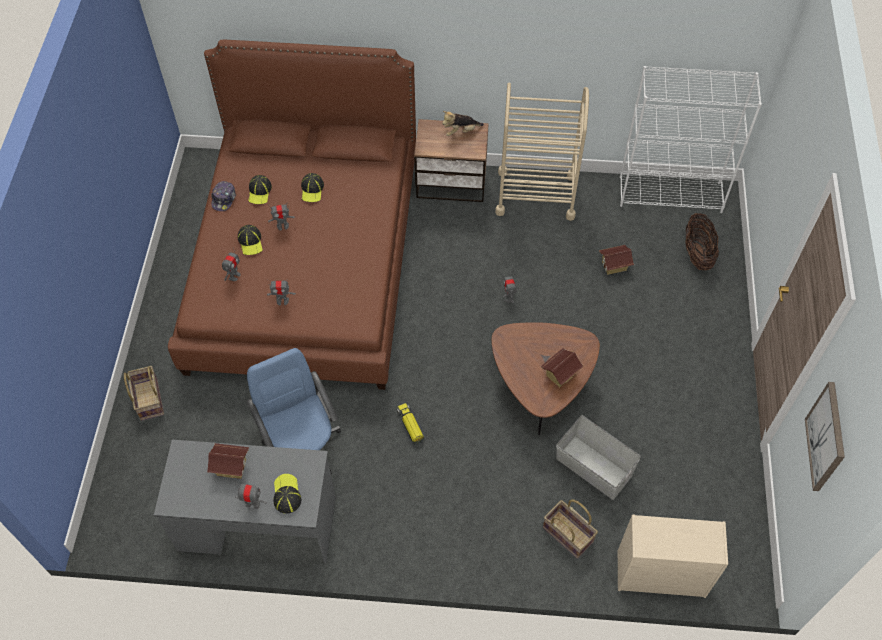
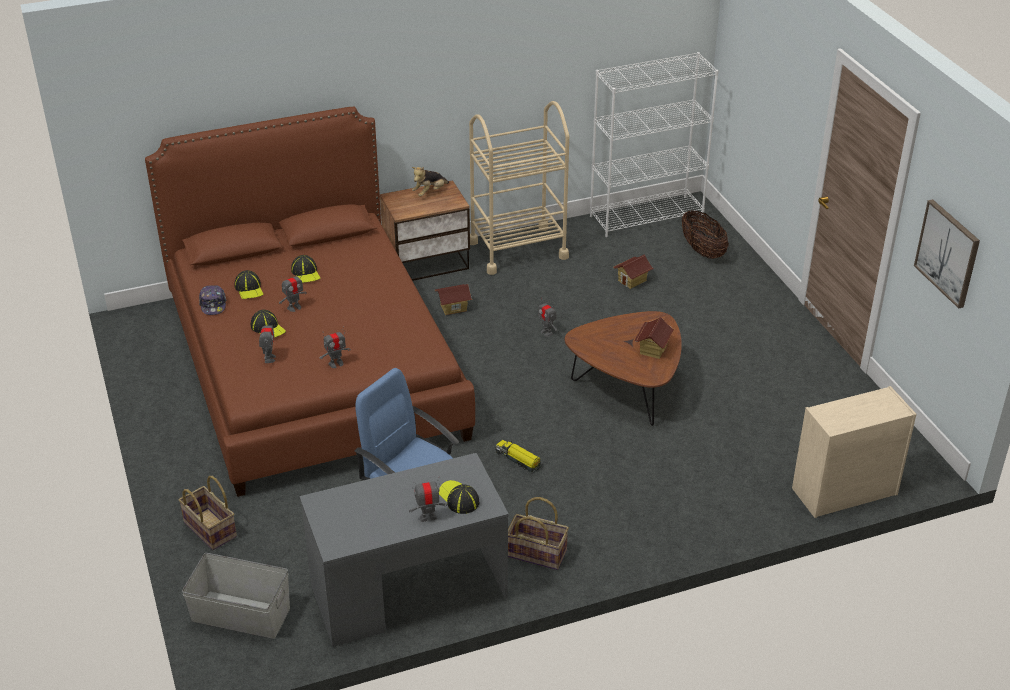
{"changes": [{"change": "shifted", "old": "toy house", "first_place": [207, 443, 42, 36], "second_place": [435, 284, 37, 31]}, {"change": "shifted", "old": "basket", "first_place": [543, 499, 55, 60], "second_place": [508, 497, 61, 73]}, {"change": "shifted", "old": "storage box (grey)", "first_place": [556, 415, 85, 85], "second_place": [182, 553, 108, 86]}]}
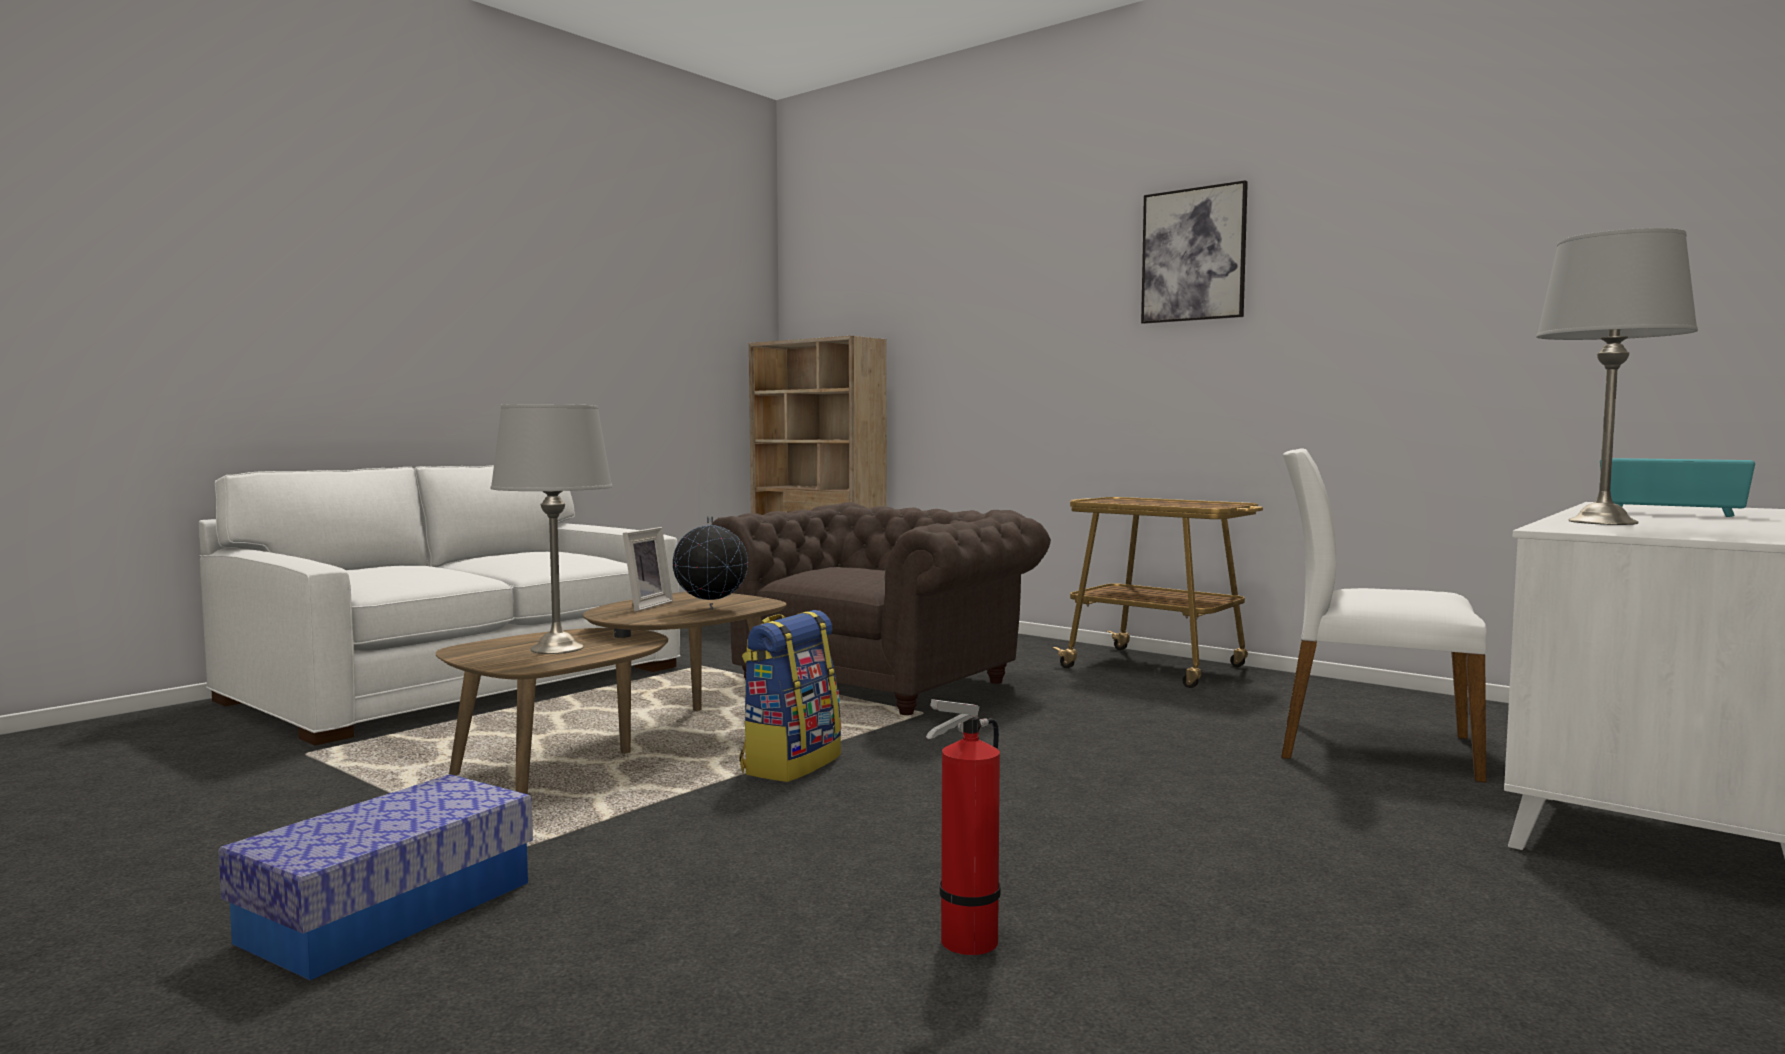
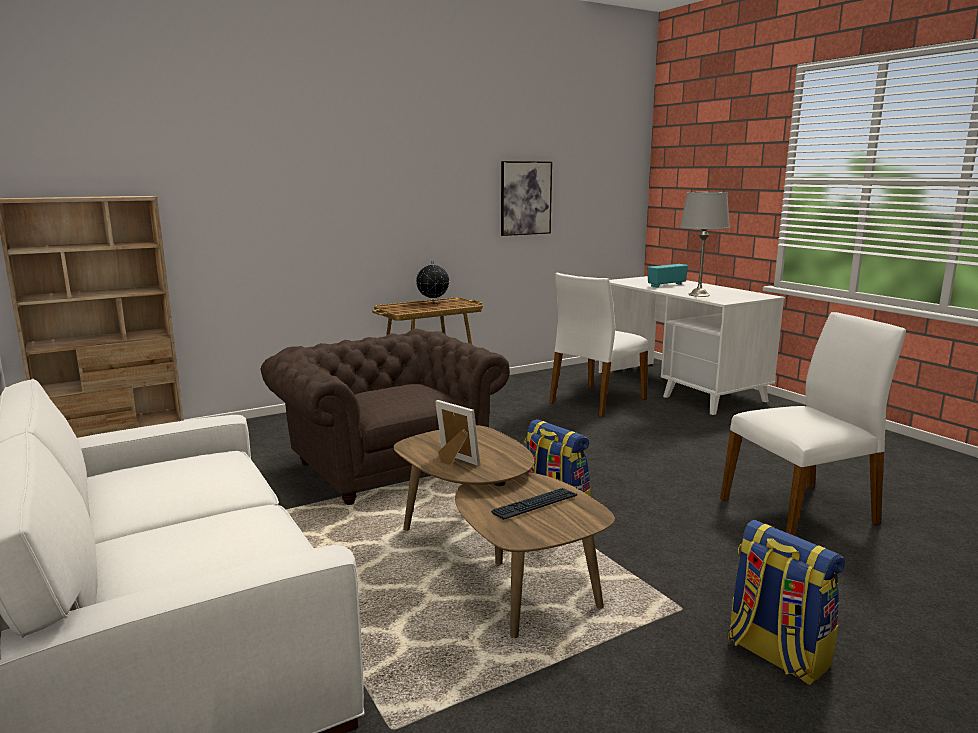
{"changes": [{"change": "shifted", "old": "globe", "first_place": [672, 516, 76, 94], "second_place": [416, 261, 33, 42]}, {"change": "shifted", "old": "picture", "first_place": [1141, 180, 107, 144], "second_place": [501, 161, 51, 75]}, {"change": "swapped", "old": "storage box", "new": "backpack", "first_place": [218, 774, 315, 206], "second_place": [728, 520, 117, 165]}, {"change": "swapped", "old": "table lamp (grey)", "new": "keyboard", "first_place": [490, 404, 122, 250], "second_place": [491, 488, 86, 32]}, {"change": "swapped", "old": "fire extinguisher", "new": "chair (white)", "first_place": [926, 699, 75, 256], "second_place": [720, 312, 186, 224]}]}
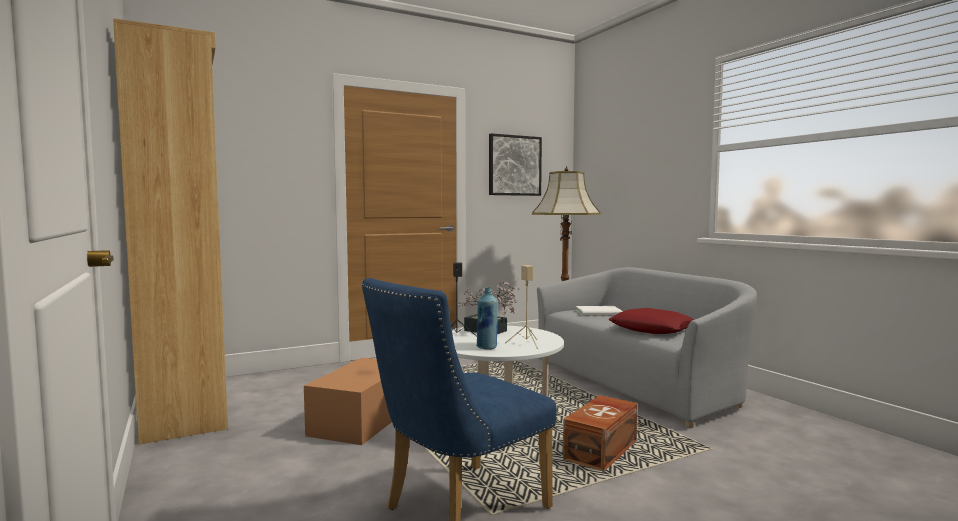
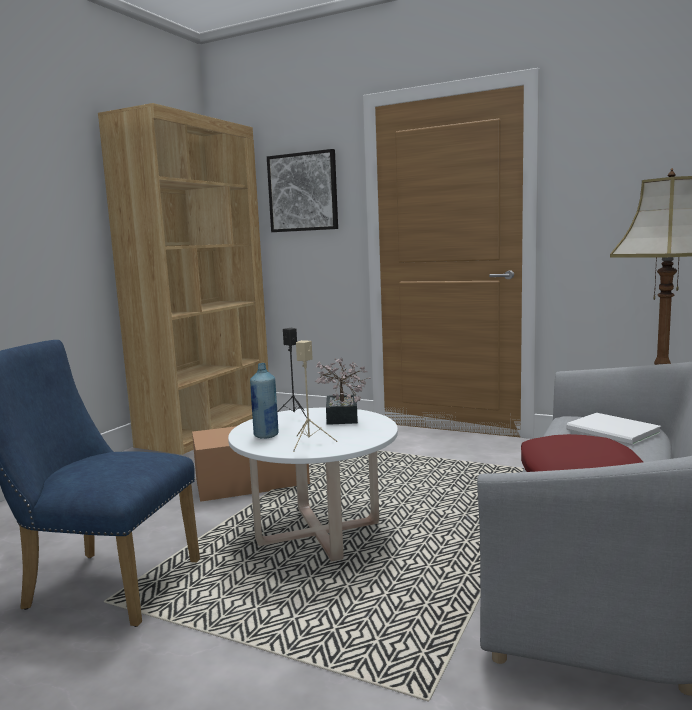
{"changes": [{"change": "gone", "old": "storage box (brown)", "first_place": [563, 395, 75, 77]}, {"change": "shifted", "old": "picture", "first_place": [489, 133, 53, 63], "second_place": [267, 149, 71, 83]}]}
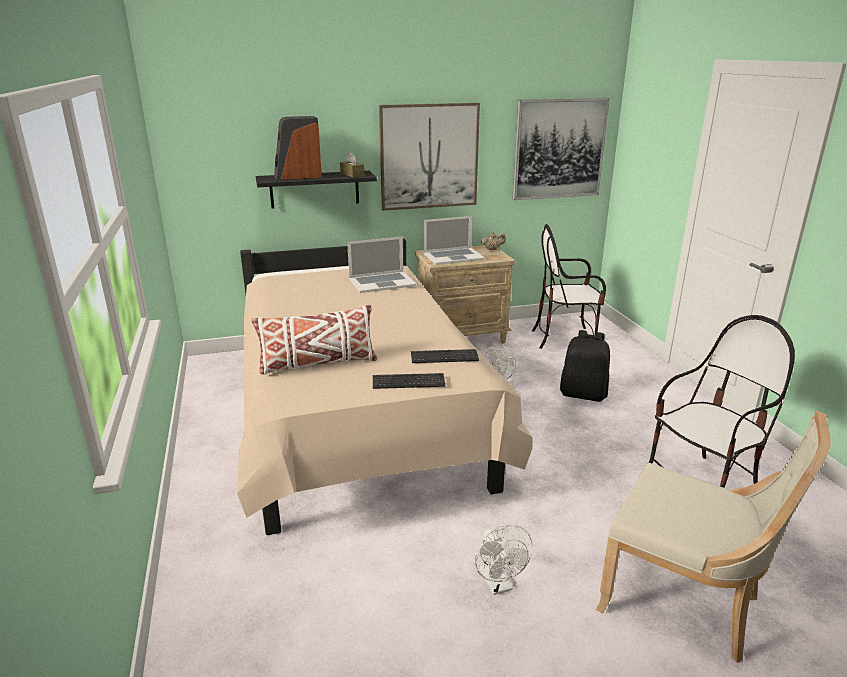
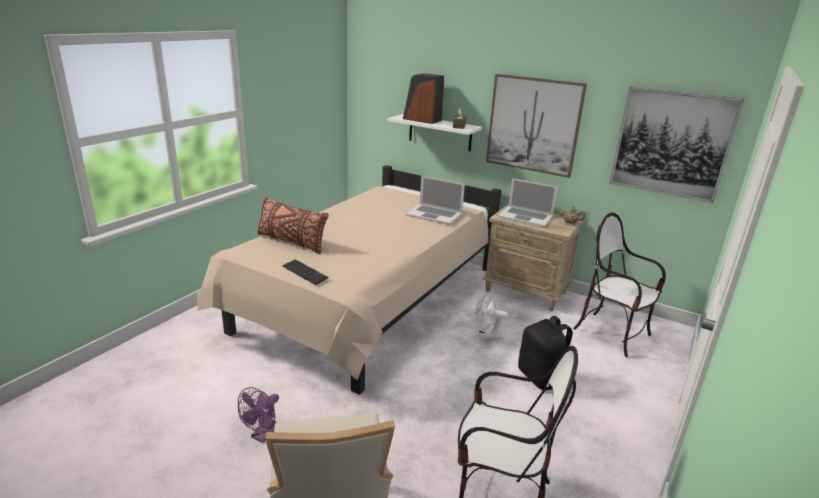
{"changes": [{"change": "gone", "old": "keyboard", "first_place": [411, 349, 68, 14]}, {"change": "repainted", "old": "pillow (white)", "new": "pillow (brown)", "first_place": [251, 305, 126, 70], "second_place": [257, 197, 72, 57]}, {"change": "repainted", "old": "shelf (black)", "new": "shelf (white)", "first_place": [256, 171, 121, 38], "second_place": [387, 114, 95, 37]}, {"change": "repainted", "old": "fan (white)", "new": "fan (purple)", "first_place": [475, 525, 58, 70], "second_place": [238, 387, 41, 56]}]}
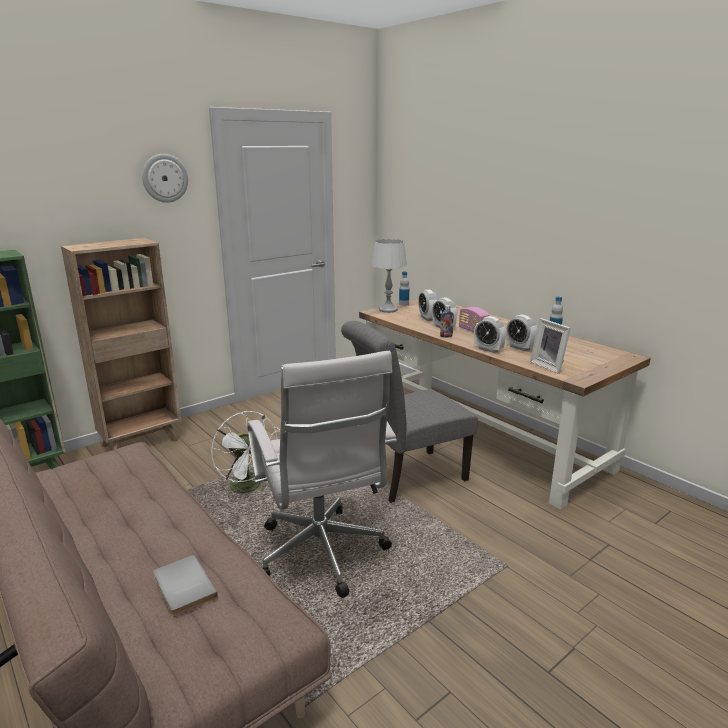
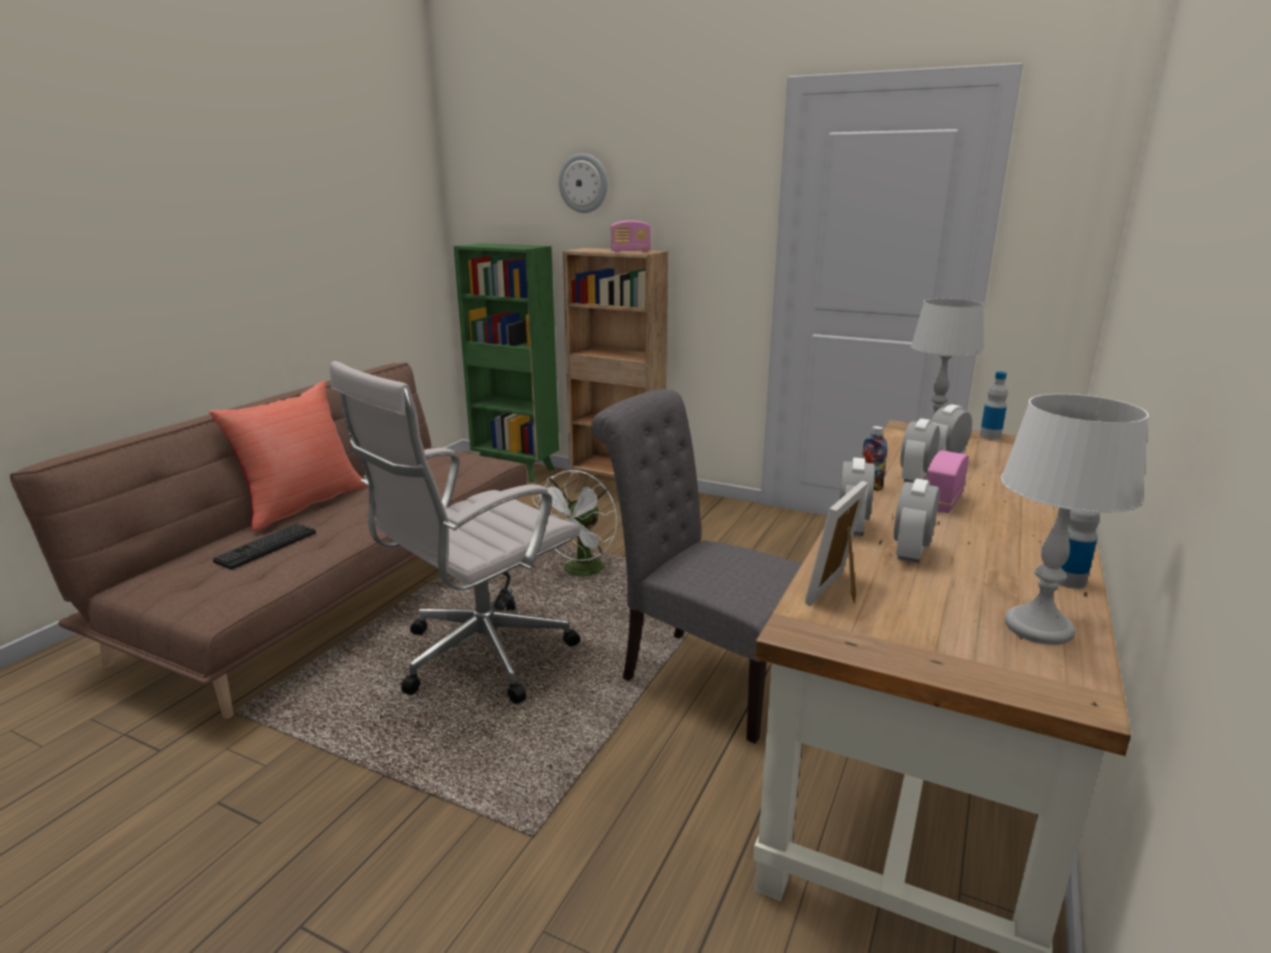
{"changes": [{"change": "new", "new": "pillow (red)", "second_place": [209, 381, 158, 151]}, {"change": "new", "new": "radio", "second_place": [611, 220, 40, 32]}, {"change": "new", "new": "table lamp (white)", "second_place": [1001, 394, 148, 251]}, {"change": "shifted", "old": "wall clock", "first_place": [142, 154, 46, 49], "second_place": [559, 153, 49, 60]}, {"change": "swapped", "old": "book (grey)", "new": "keyboard", "first_place": [153, 554, 65, 63], "second_place": [213, 523, 103, 47]}]}
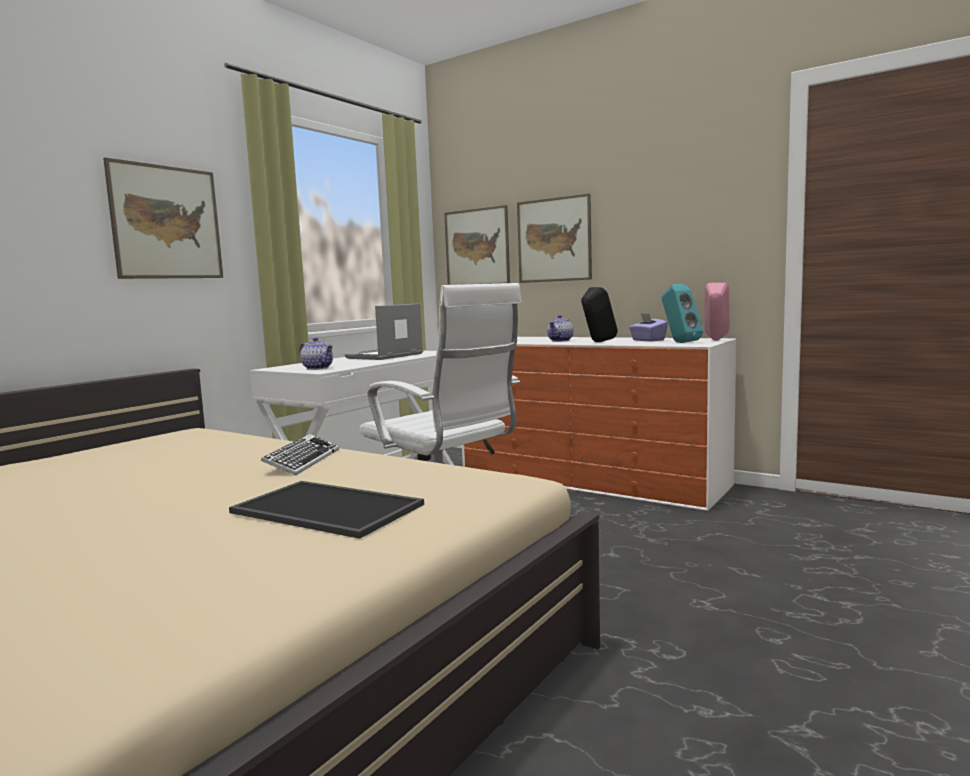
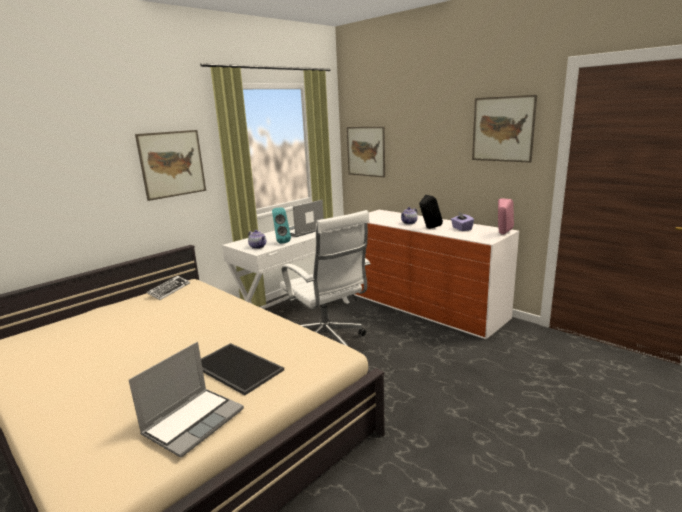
{"changes": [{"change": "new", "new": "laptop", "second_place": [129, 342, 115, 116]}, {"change": "shifted", "old": "keyboard", "first_place": [261, 434, 78, 41], "second_place": [146, 276, 44, 24]}, {"change": "shifted", "old": "picture", "first_place": [517, 194, 75, 89], "second_place": [472, 95, 65, 68]}, {"change": "shifted", "old": "speaker (turquoise)", "first_place": [662, 284, 41, 59], "second_place": [272, 207, 19, 37]}]}
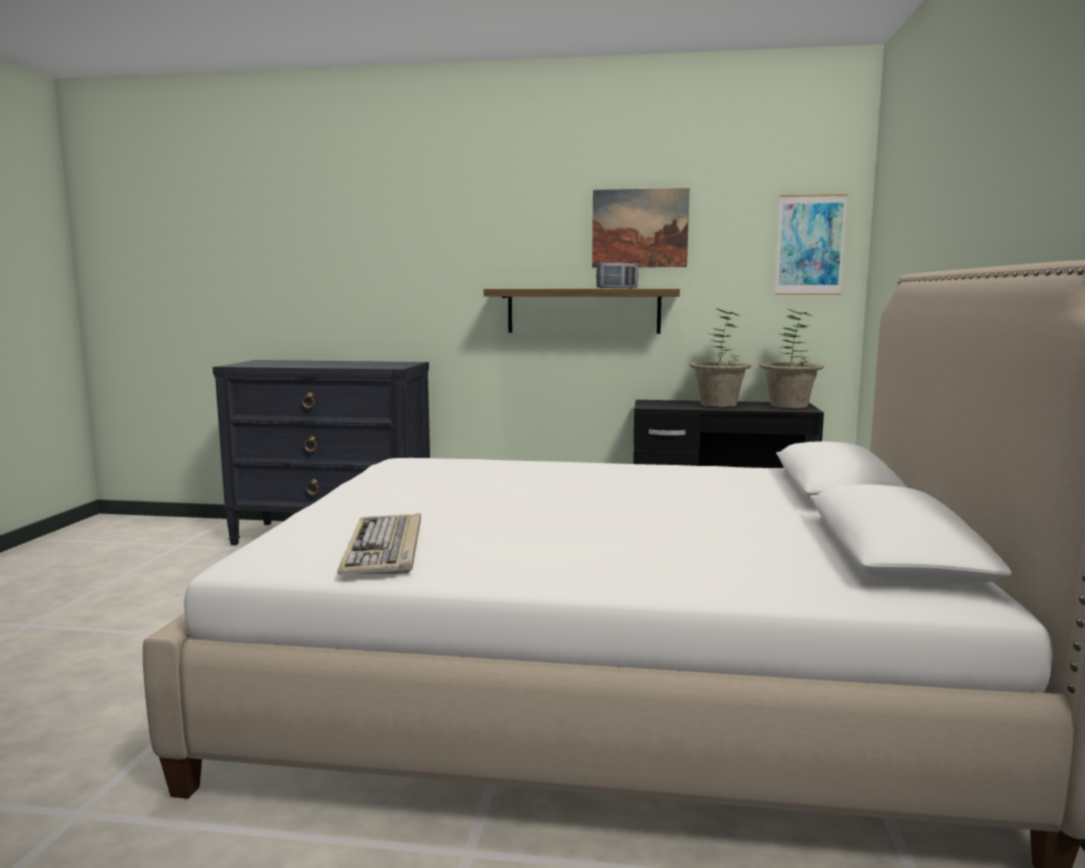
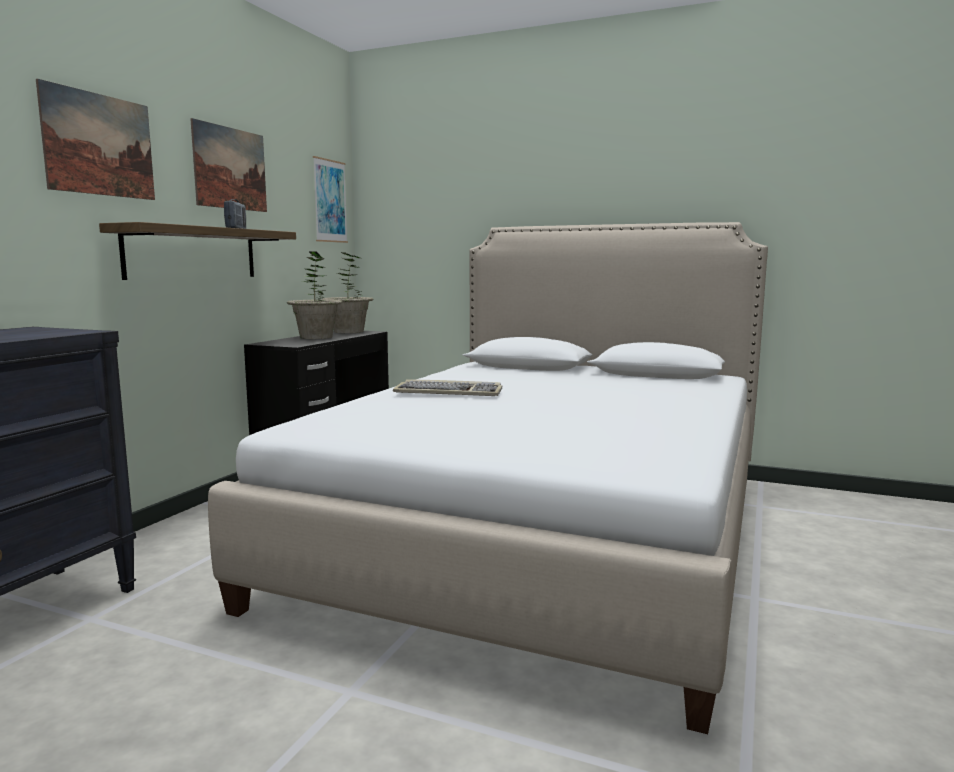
{"changes": [{"change": "new", "new": "picture", "second_place": [36, 79, 119, 121]}, {"change": "shifted", "old": "keyboard", "first_place": [338, 513, 83, 62], "second_place": [393, 379, 109, 17]}]}
